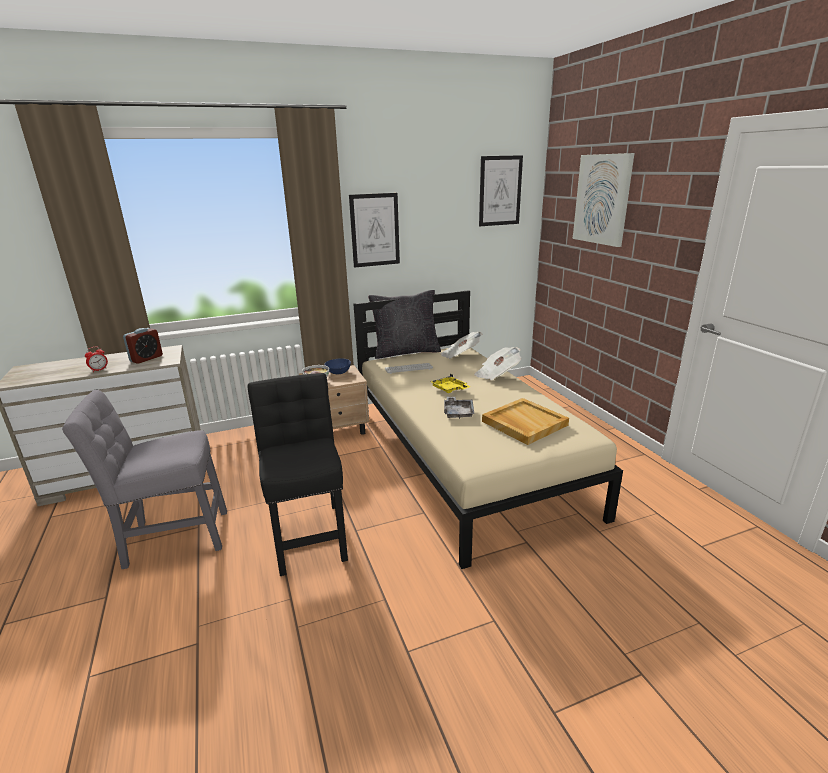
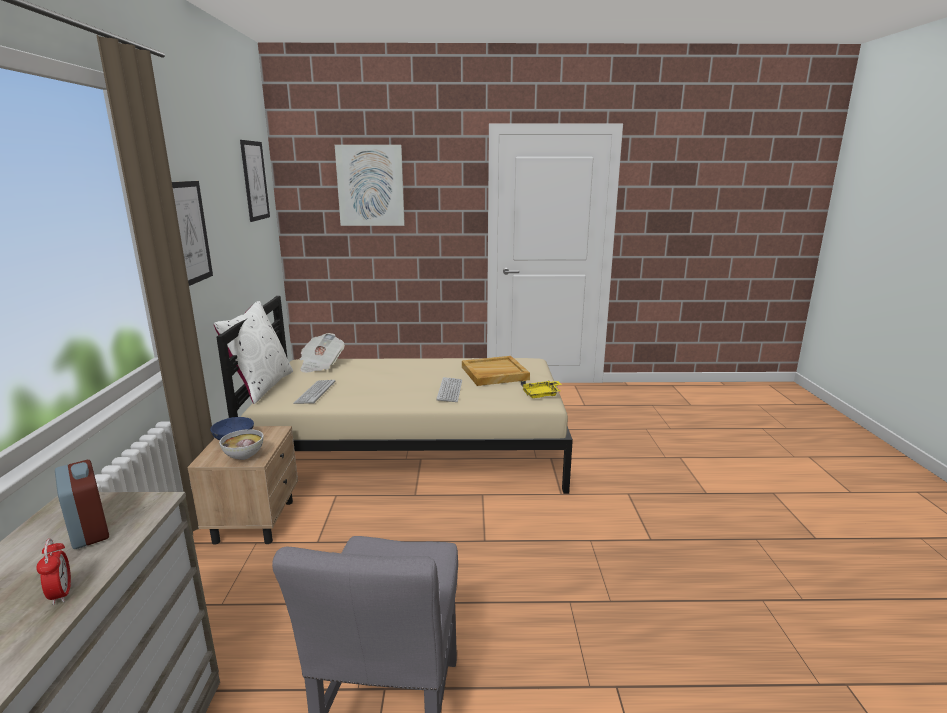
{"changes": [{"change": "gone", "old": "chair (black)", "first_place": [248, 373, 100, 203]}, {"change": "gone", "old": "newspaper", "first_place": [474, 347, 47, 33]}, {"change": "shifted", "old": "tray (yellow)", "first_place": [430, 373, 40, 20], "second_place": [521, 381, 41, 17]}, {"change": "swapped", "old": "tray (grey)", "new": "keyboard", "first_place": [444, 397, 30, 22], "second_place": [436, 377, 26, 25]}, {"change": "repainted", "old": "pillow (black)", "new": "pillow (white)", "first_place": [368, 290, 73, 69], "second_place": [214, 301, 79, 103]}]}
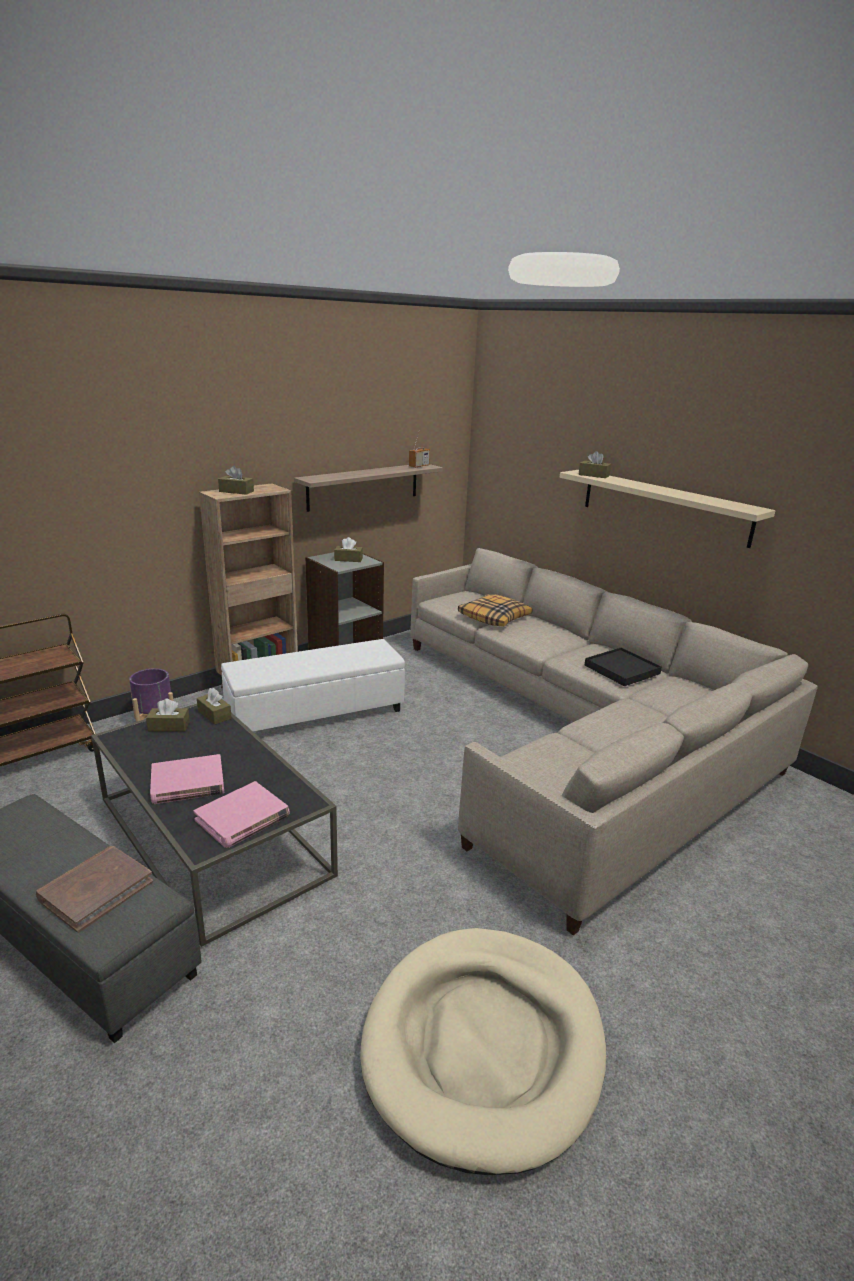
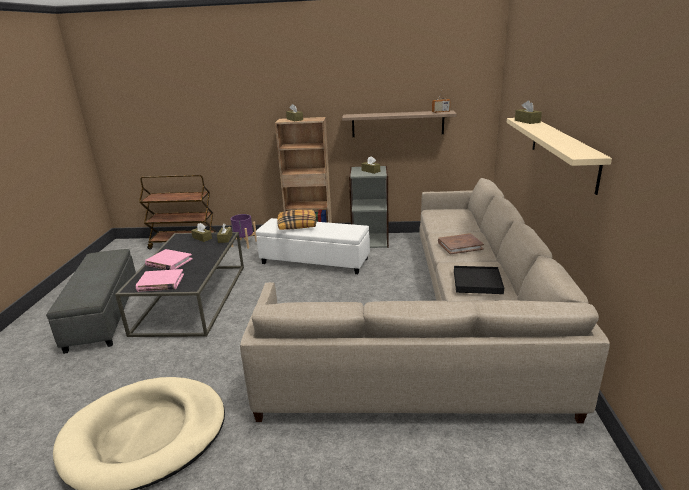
{"changes": [{"change": "shifted", "old": "book (brown)", "first_place": [36, 846, 117, 87], "second_place": [438, 233, 46, 21]}, {"change": "shifted", "old": "pillow", "first_place": [458, 594, 75, 33], "second_place": [277, 209, 39, 21]}]}
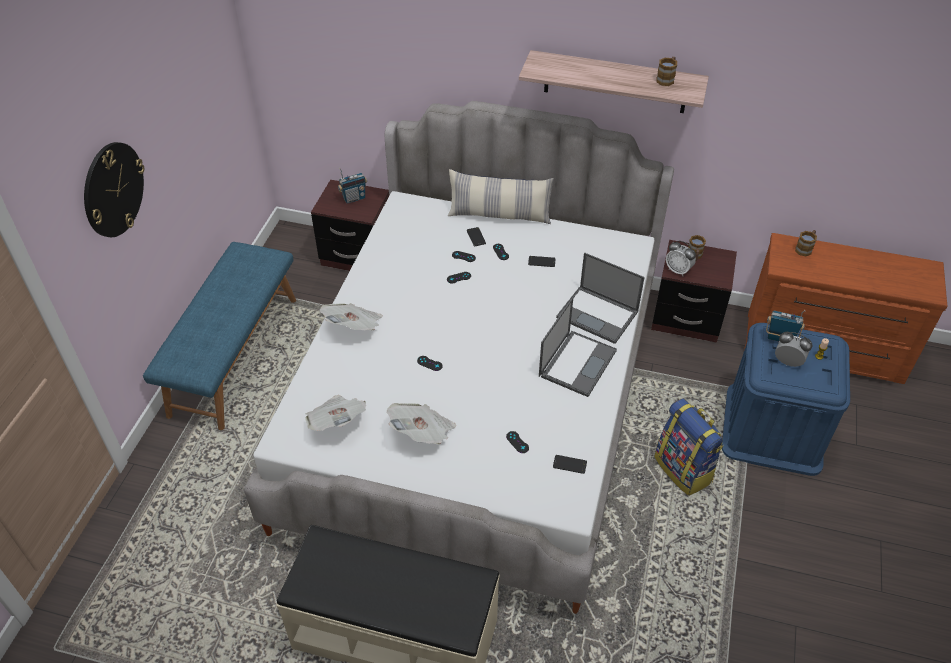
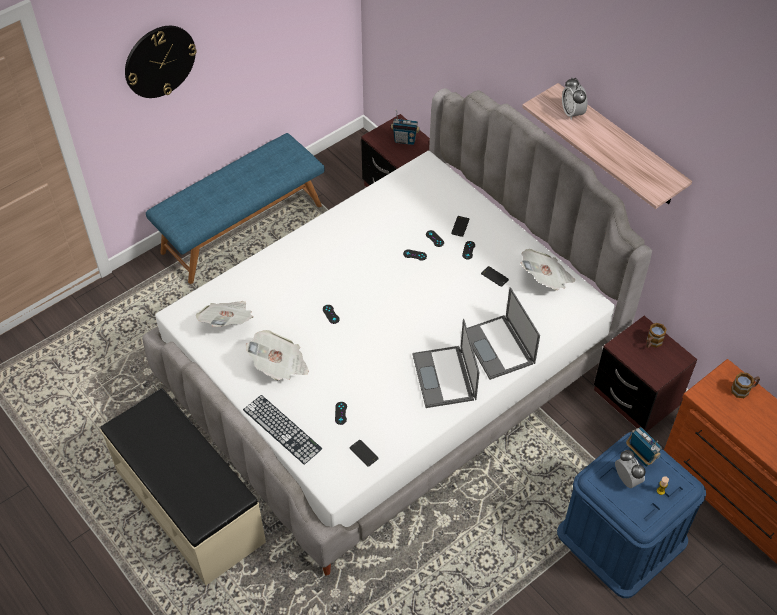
{"changes": [{"change": "gone", "old": "pillow", "first_place": [448, 169, 106, 55]}, {"change": "gone", "old": "backpack", "first_place": [654, 399, 70, 97]}, {"change": "gone", "old": "mug", "first_place": [656, 57, 21, 29]}, {"change": "new", "new": "keyboard", "second_place": [243, 395, 79, 70]}, {"change": "shifted", "old": "newspaper", "first_place": [320, 303, 63, 28], "second_place": [520, 249, 55, 42]}, {"change": "shifted", "old": "alarm clock", "first_place": [666, 241, 30, 35], "second_place": [562, 78, 26, 42]}, {"change": "rotated", "old": "laptop", "first_place": [539, 297, 78, 100], "second_place": [413, 319, 67, 89], "degrees": 105}]}
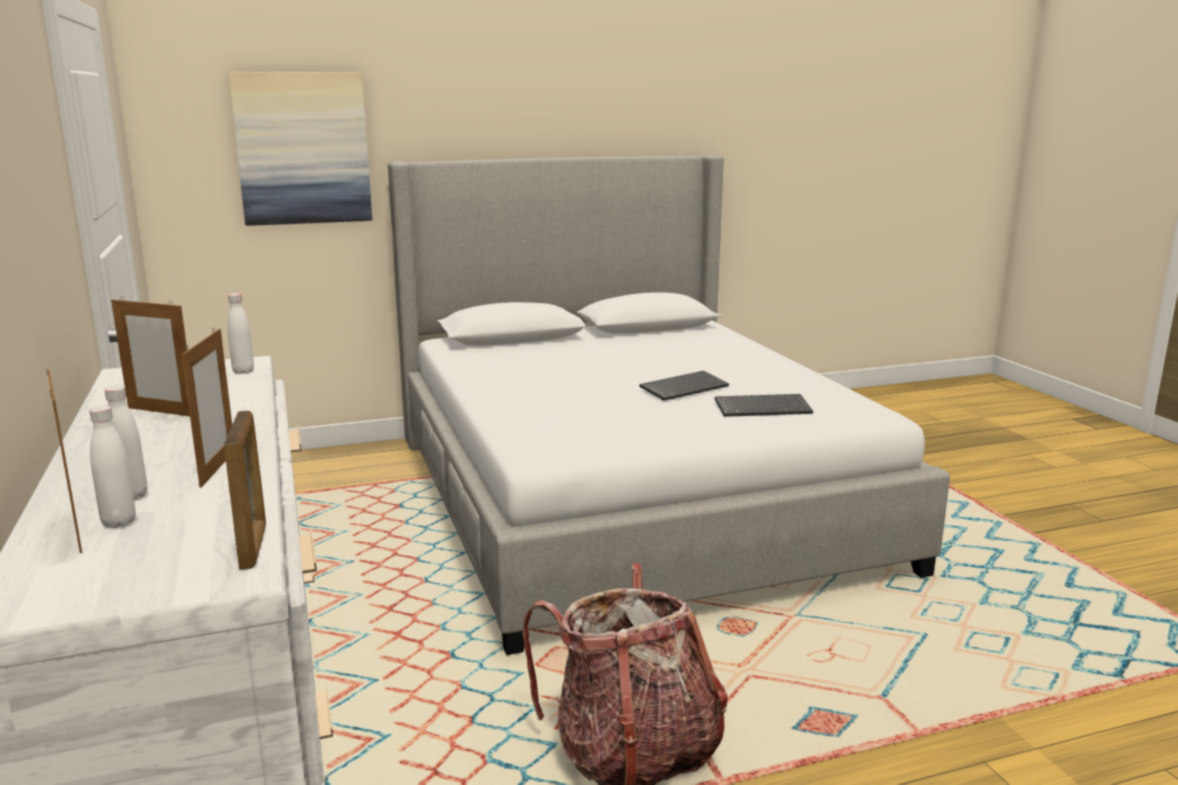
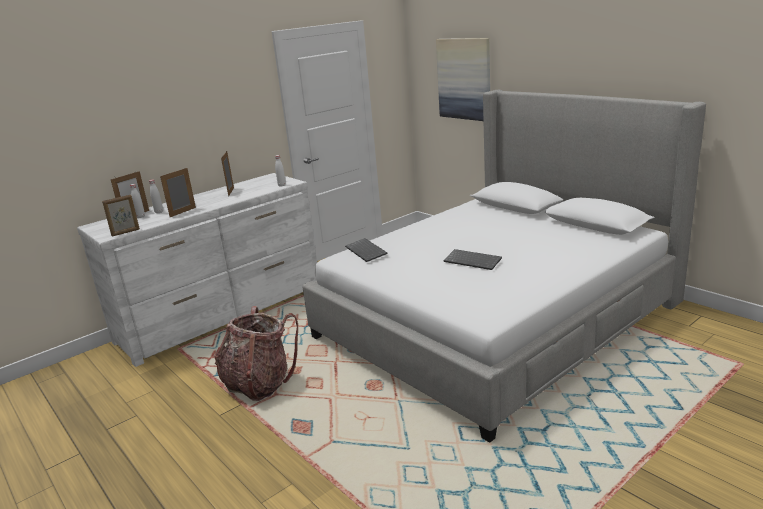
{"changes": [{"change": "shifted", "old": "keyboard", "first_place": [715, 394, 98, 23], "second_place": [345, 238, 43, 24]}, {"change": "rotated", "old": "picture frame", "first_place": [182, 329, 50, 159], "second_place": [160, 168, 36, 49], "degrees": 150}]}
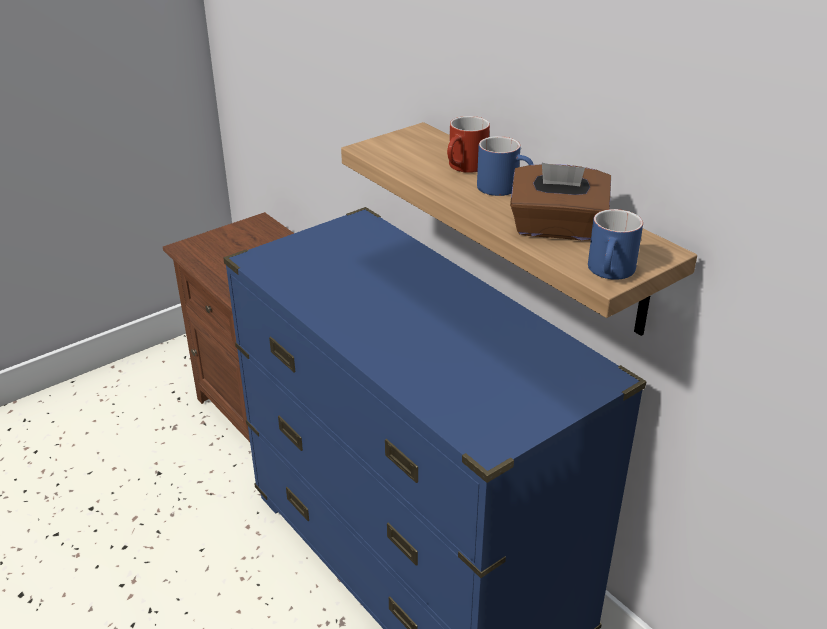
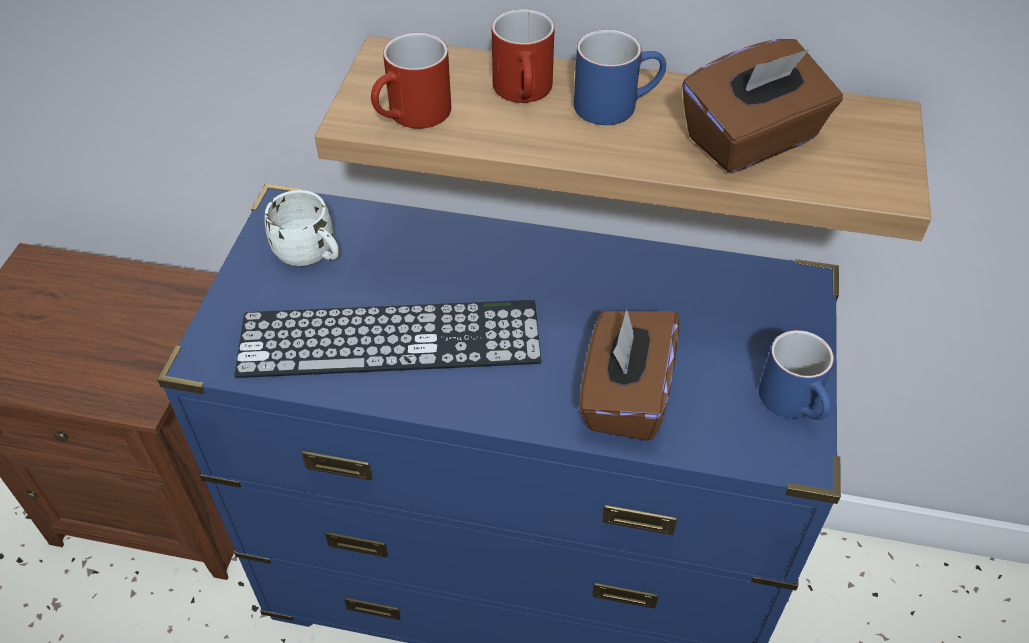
{"changes": [{"change": "new", "new": "keyboard", "second_place": [234, 300, 307, 78]}, {"change": "new", "new": "mug (white)", "second_place": [264, 190, 75, 76]}, {"change": "new", "new": "mug (red)", "second_place": [371, 33, 80, 96]}, {"change": "new", "new": "tissue box (brown)", "second_place": [579, 309, 100, 132]}, {"change": "shifted", "old": "mug (blue)", "first_place": [588, 209, 55, 71], "second_place": [759, 330, 75, 90]}]}
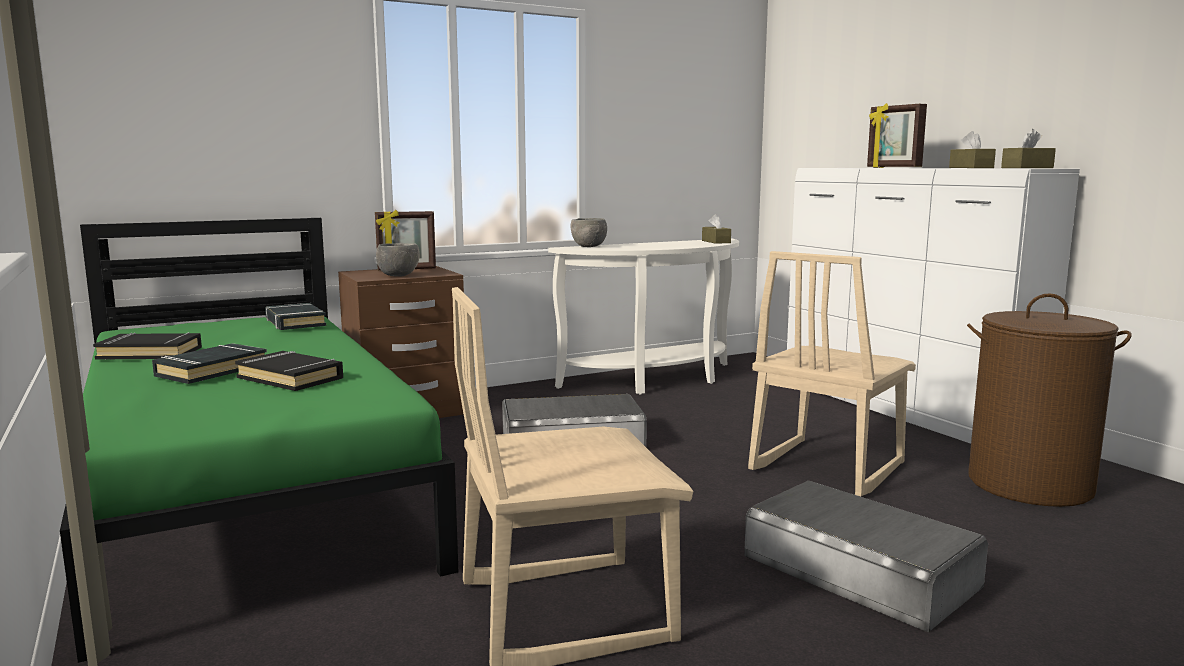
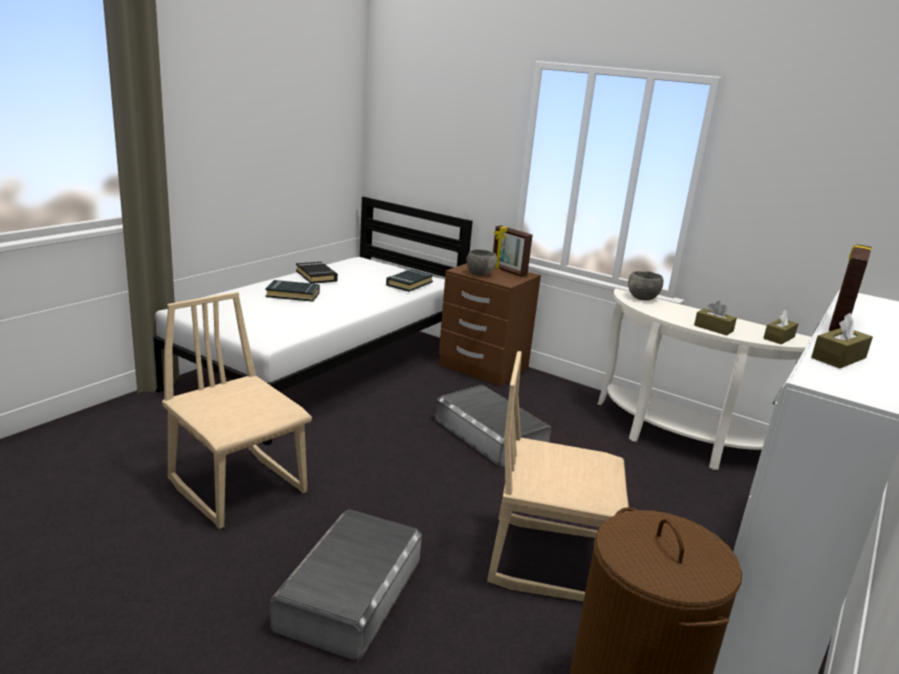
{"changes": [{"change": "gone", "old": "book (black)", "first_place": [235, 351, 108, 40]}, {"change": "shifted", "old": "tissue box (brown)", "first_place": [1001, 129, 55, 39], "second_place": [694, 301, 43, 34]}, {"change": "repainted", "old": "bed (green)", "new": "bed (white)", "first_place": [60, 218, 398, 445], "second_place": [154, 197, 319, 249]}]}
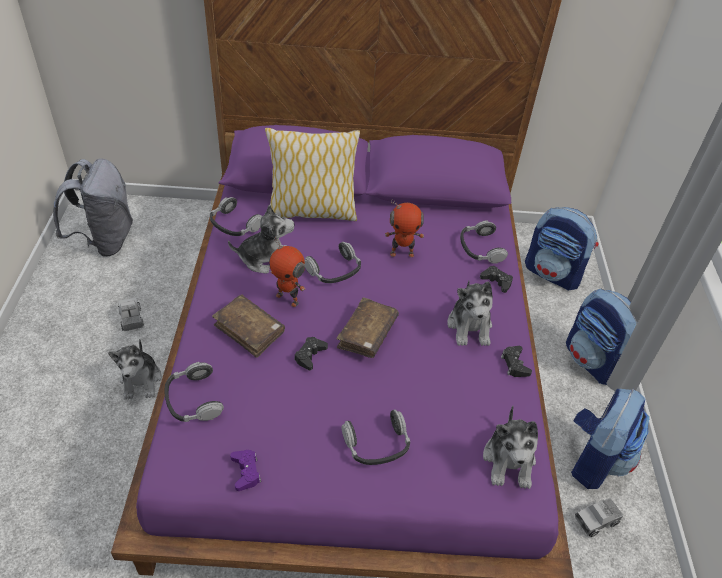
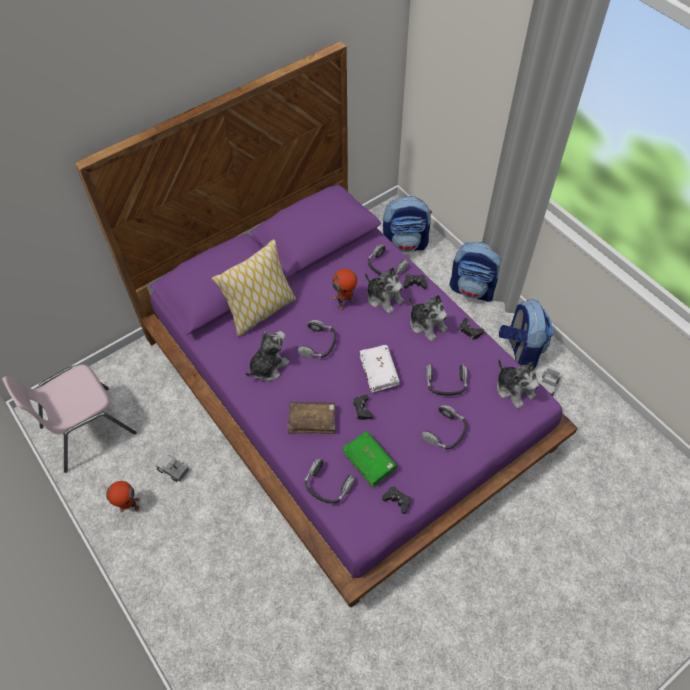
{"changes": [{"change": "new", "new": "book (green)", "second_place": [342, 431, 55, 57]}, {"change": "shifted", "old": "plush toy", "first_place": [108, 339, 54, 61], "second_place": [365, 267, 39, 47]}, {"change": "shifted", "old": "headphones", "first_place": [210, 197, 52, 39], "second_place": [426, 364, 41, 32]}, {"change": "shifted", "old": "toy robot", "first_place": [269, 237, 37, 70], "second_place": [104, 481, 37, 31]}, {"change": "swapped", "old": "backpack (grey)", "new": "chair (pink)", "first_place": [53, 158, 80, 99], "second_place": [2, 365, 135, 108]}, {"change": "repainted", "old": "game controller (purple)", "new": "game controller (black)", "first_place": [230, 450, 31, 41], "second_place": [382, 487, 29, 27]}, {"change": "repainted", "old": "book (brown)", "new": "book (white)", "first_place": [336, 297, 63, 61], "second_place": [359, 345, 41, 48]}]}
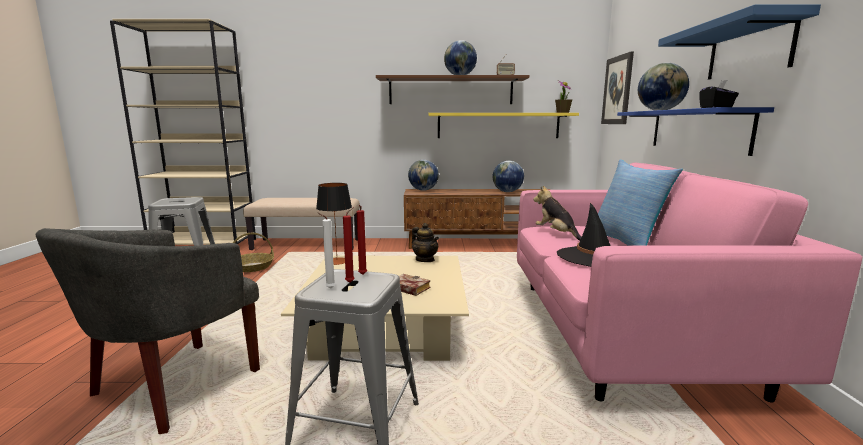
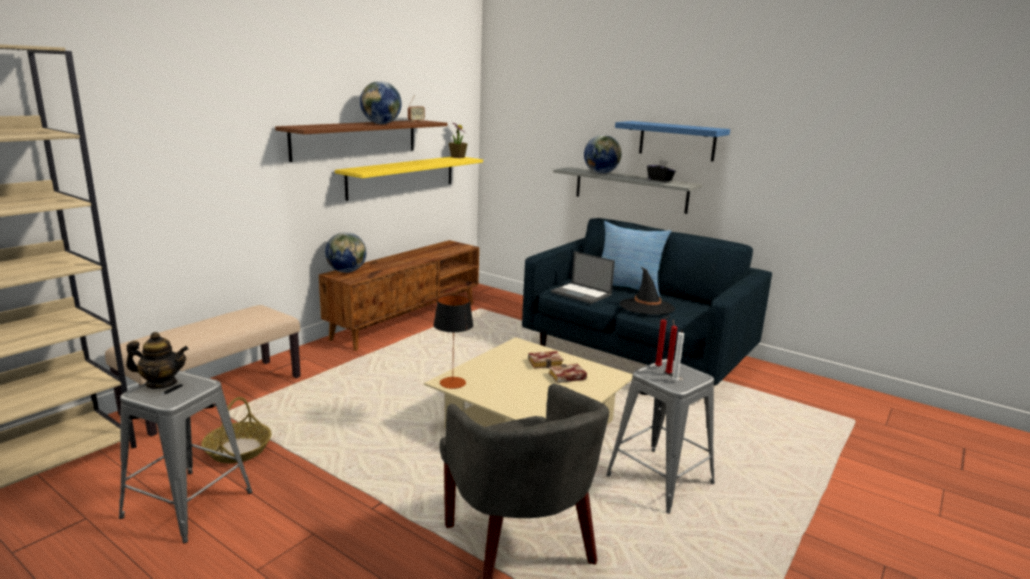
{"changes": [{"change": "gone", "old": "globe", "first_place": [493, 161, 31, 31]}, {"change": "gone", "old": "picture", "first_place": [601, 52, 33, 72]}, {"change": "new", "new": "book", "second_place": [528, 351, 35, 18]}, {"change": "shifted", "old": "teapot", "first_place": [412, 223, 27, 39], "second_place": [126, 332, 62, 57]}, {"change": "swapped", "old": "plush toy", "new": "laptop", "first_place": [533, 186, 49, 54], "second_place": [551, 251, 64, 53]}, {"change": "repainted", "old": "sofa (pink)", "new": "sofa (blue)", "first_place": [517, 162, 345, 241], "second_place": [522, 218, 250, 167]}, {"change": "repainted", "old": "shelf (blue)", "new": "shelf (grey)", "first_place": [617, 107, 157, 49], "second_place": [553, 167, 149, 47]}]}
